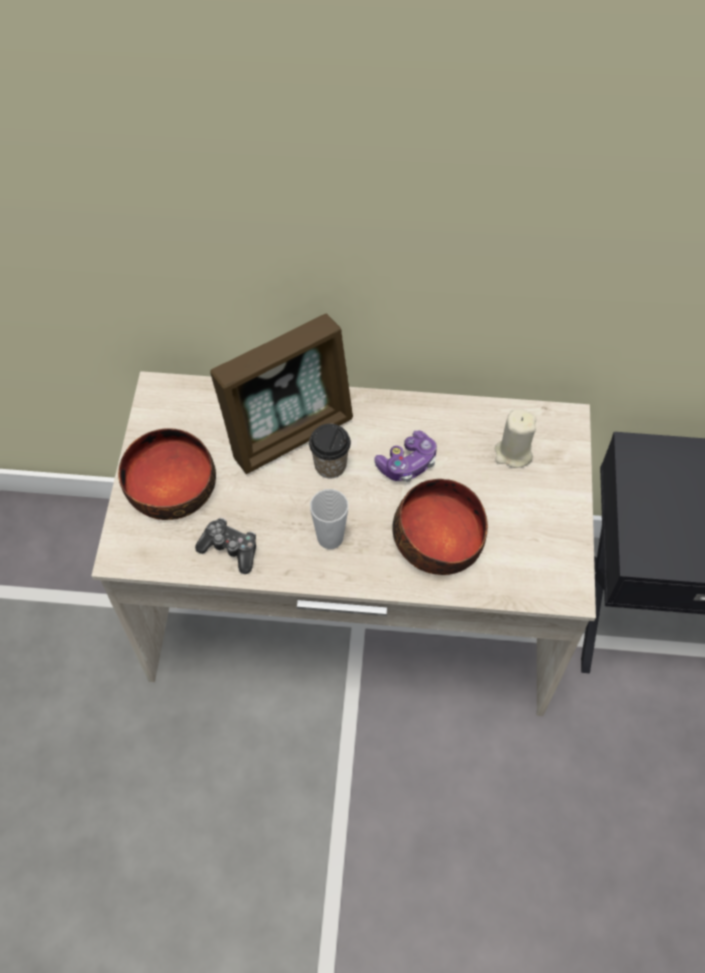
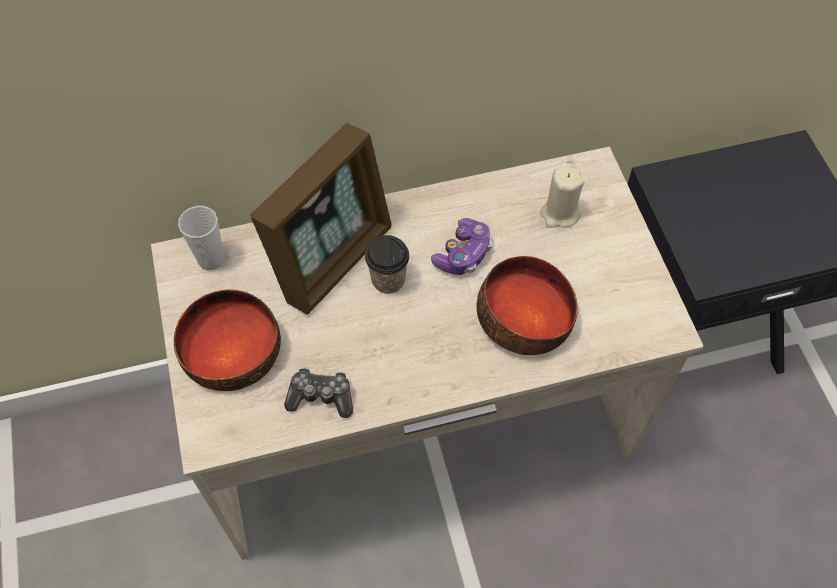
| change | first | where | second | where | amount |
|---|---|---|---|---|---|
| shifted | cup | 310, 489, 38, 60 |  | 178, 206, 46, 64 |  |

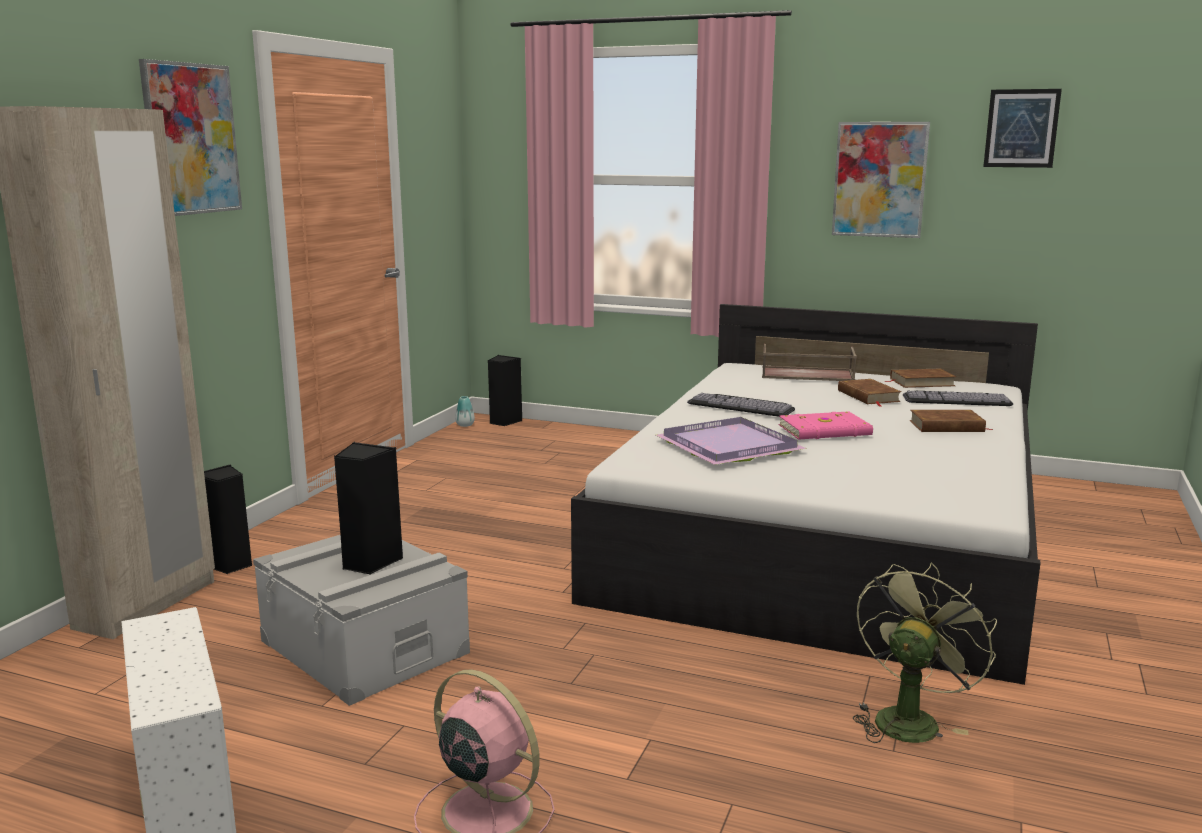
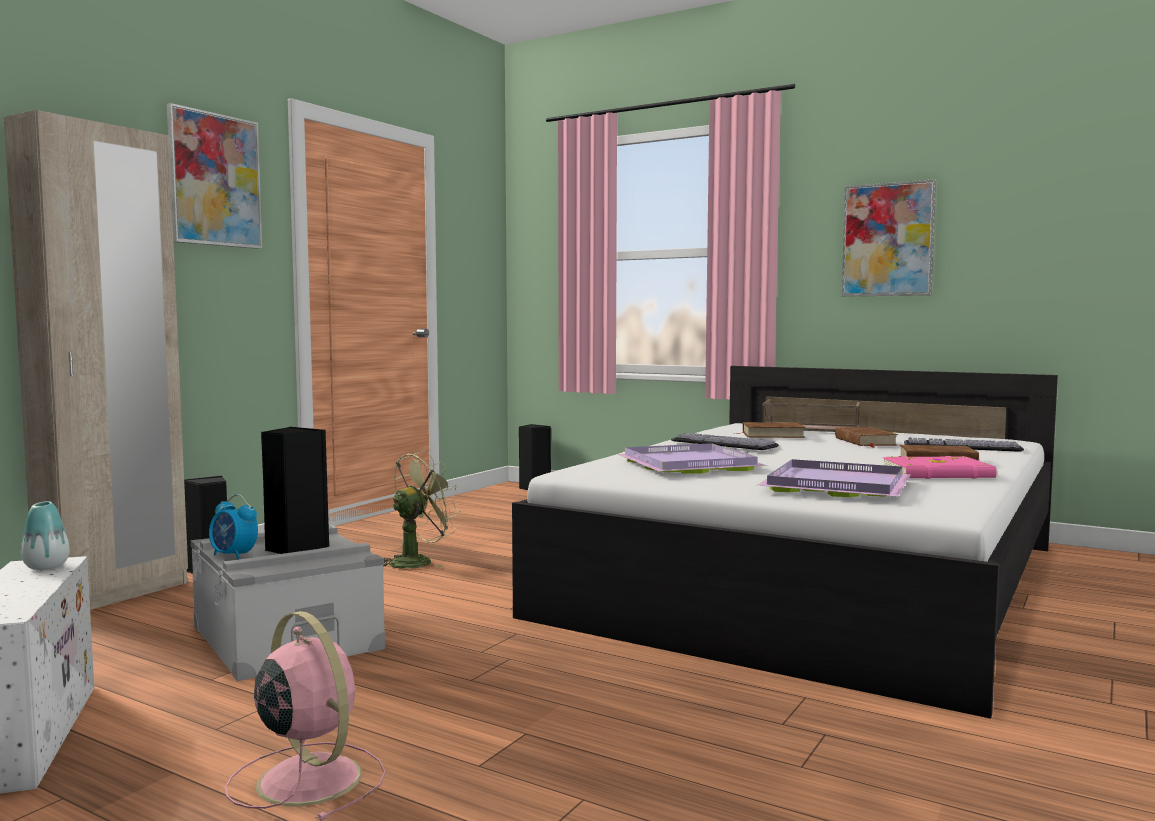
| change | first | where | second | where | amount |
|---|---|---|---|---|---|
| shifted | vase | 455, 396, 20, 31 |  | 21, 501, 49, 69 |  |
| shifted | book (pink) | 779, 412, 94, 28 |  | 883, 456, 114, 23 |  |
| shifted | fan (green) | 853, 562, 144, 181 |  | 383, 450, 78, 119 |  |
| shifted | book (brown) | 885, 368, 71, 20 |  | 734, 422, 71, 16 |  |
| gone | picture | 983, 89, 79, 79 |  |  |  |
| new |  |  | alarm clock | 209, 494, 49, 66 |  |
| new |  |  | tray (purple) | 758, 459, 153, 38 |  |

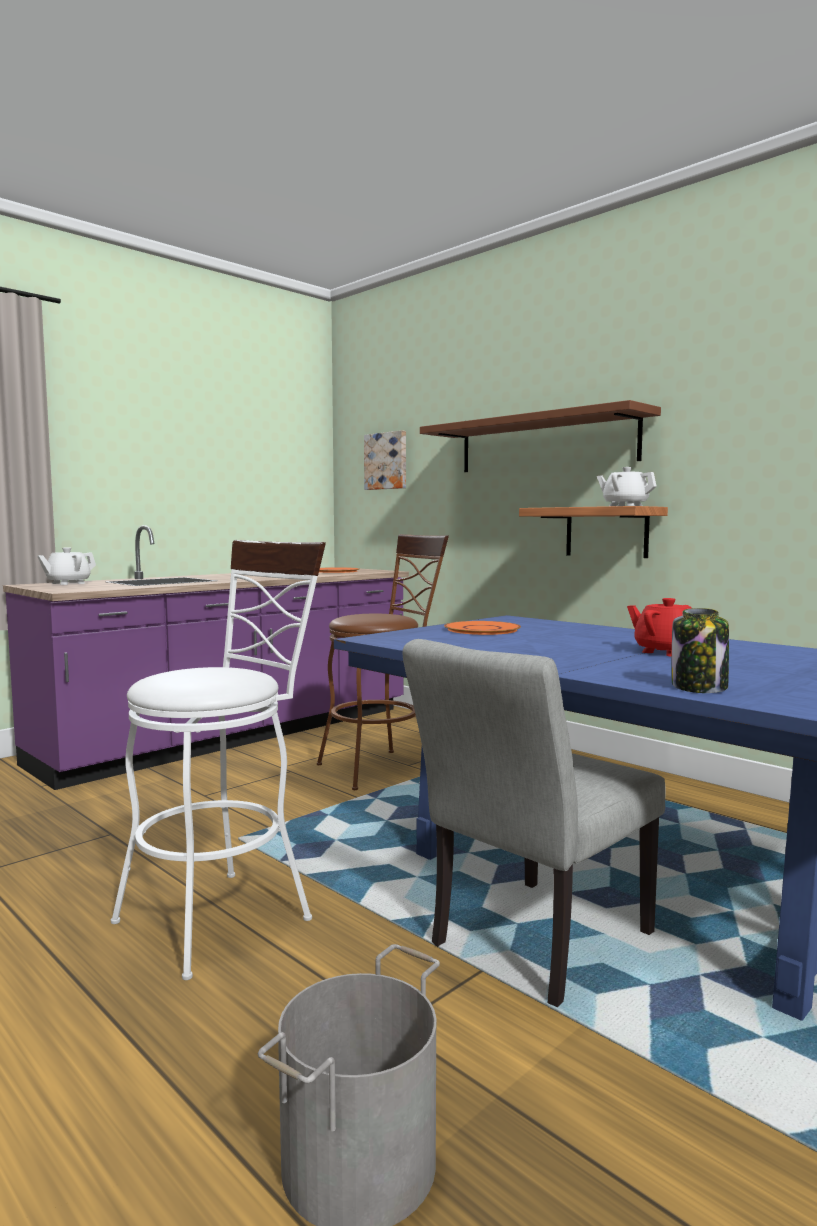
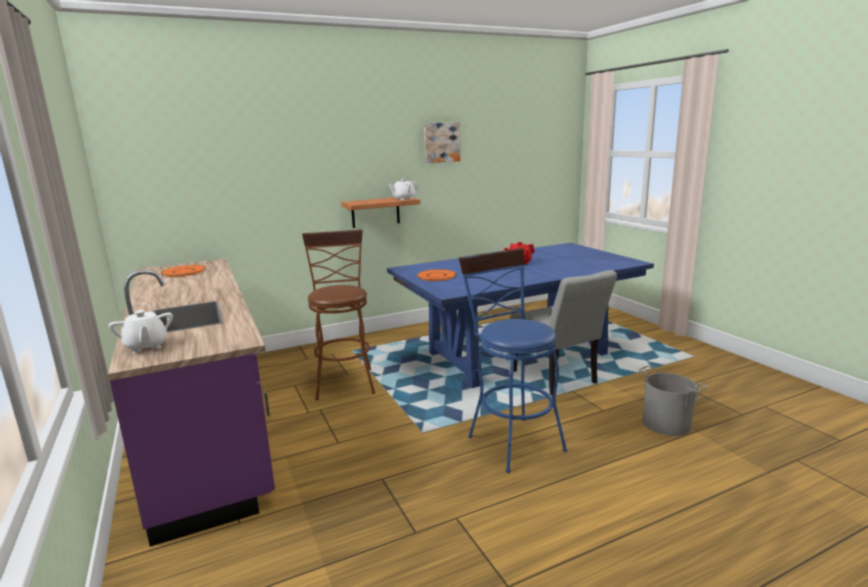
| change | first | where | second | where | amount |
|---|---|---|---|---|---|
| repainted | stool (white) | 111, 540, 215, 440 | stool (blue) | 459, 248, 108, 225 |  |
| shifted | picture | 364, 430, 42, 60 |  | 424, 122, 36, 41 |  |
| gone | shelf (brown) | 420, 400, 241, 72 |  |  |  |
| gone | jar | 672, 608, 57, 85 |  |  |  |

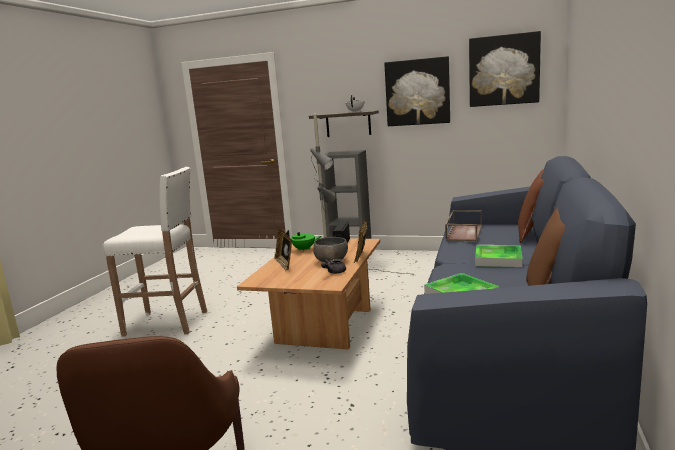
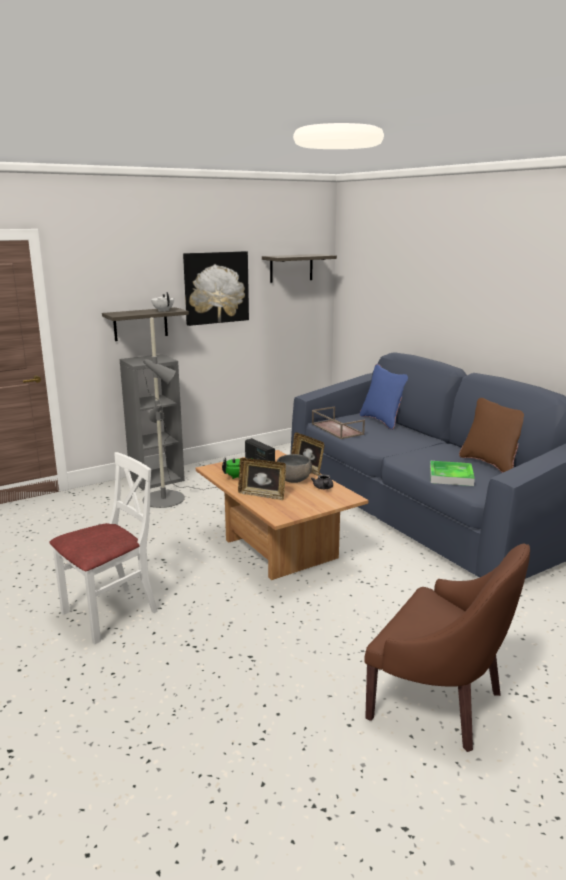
| change | first | where | second | where | amount |
|---|---|---|---|---|---|
| swapped | stool (white) | 103, 167, 104, 170 | chair (white) | 49, 452, 109, 192 |  |
| swapped | picture | 469, 31, 72, 76 | shelf | 262, 254, 75, 29 |  |
| gone | tray | 475, 245, 48, 22 |  |  |  |
| repainted | pillow (brown) | 518, 169, 26, 74 | pillow (blue) | 359, 364, 49, 66 |  |

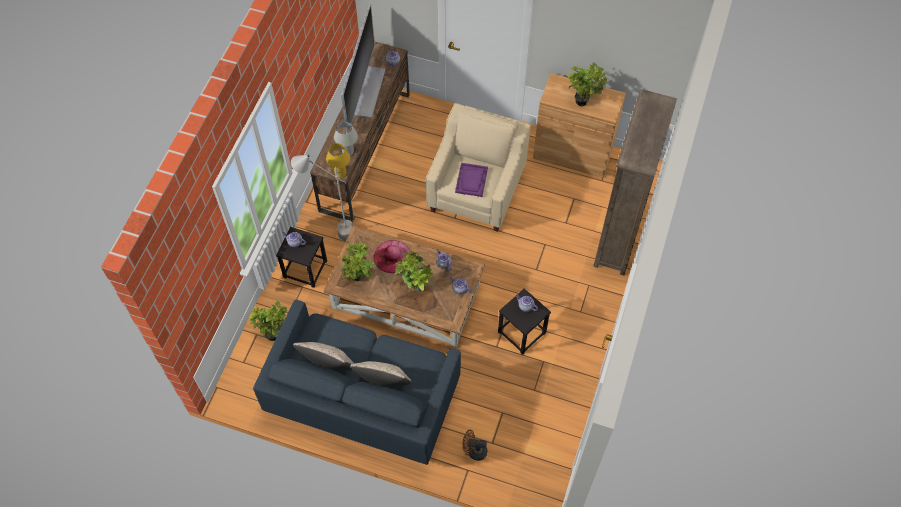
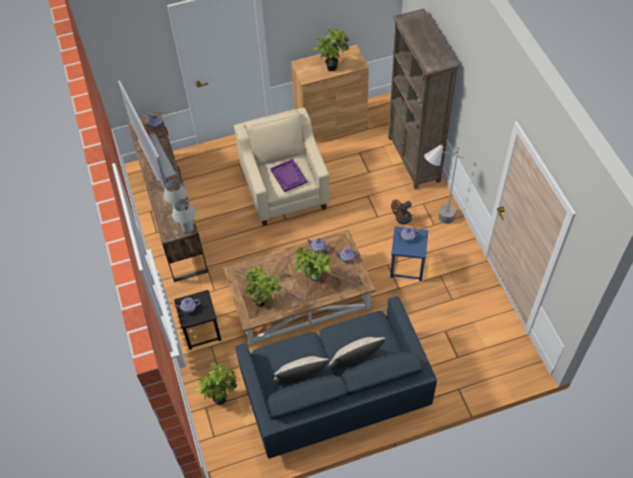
| change | first | where | second | where | amount |
|---|---|---|---|---|---|
| shifted | floor lamp (grey) | 291, 154, 63, 87 |  | 424, 143, 40, 81 |  |
| repainted | table lamp (yellow) | 326, 143, 24, 35 | table lamp (white) | 172, 199, 24, 34 |  |
| gone | hat (pink) | 373, 240, 38, 33 |  |  |  |
| shifted | fan (brown) | 463, 430, 24, 31 |  | 391, 200, 21, 24 |  |
| repainted | stool (black) | 498, 289, 53, 66 | stool (blue) | 390, 227, 38, 54 |  |

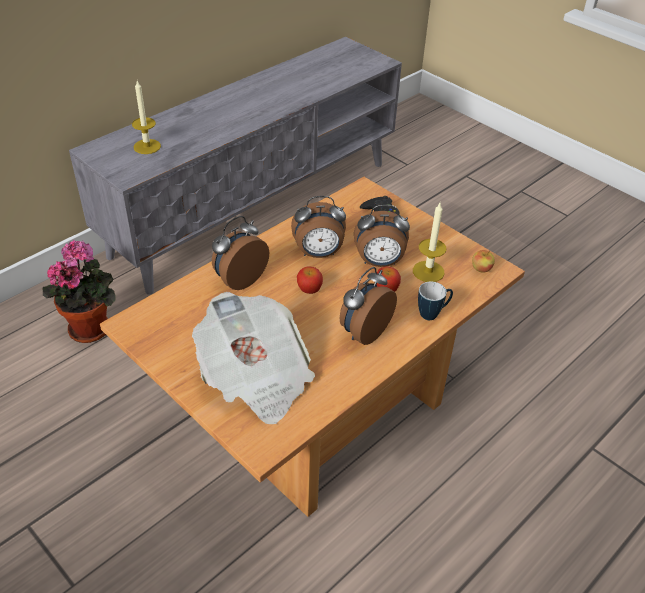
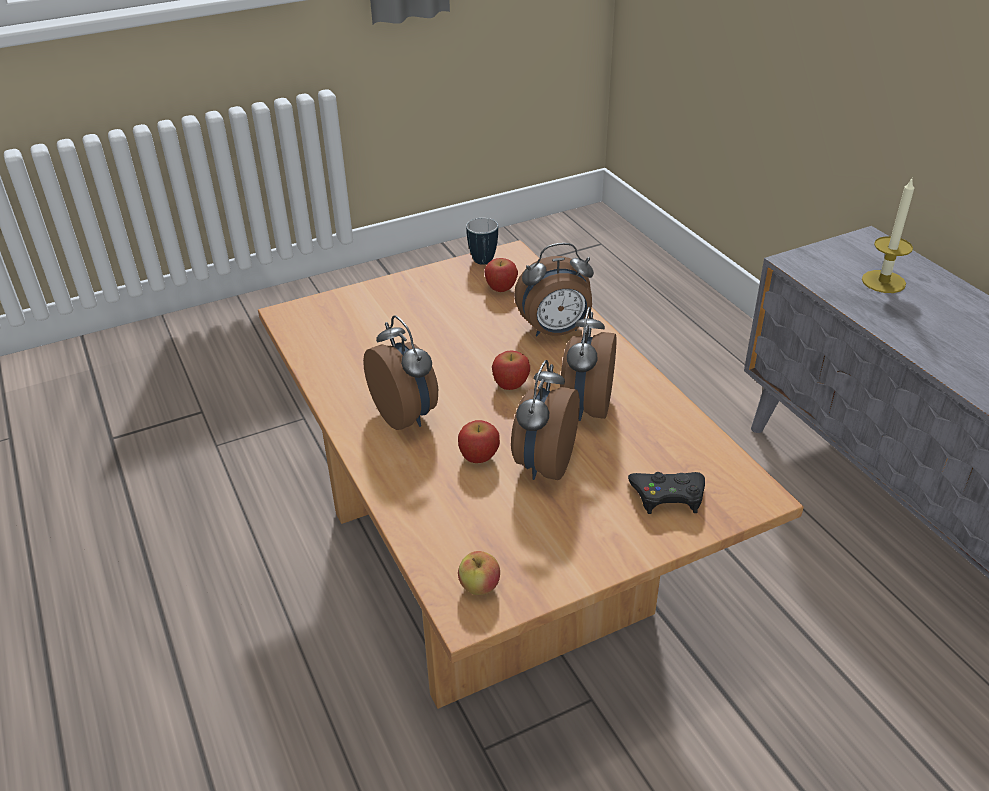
| change | first | where | second | where | amount |
|---|---|---|---|---|---|
| gone | potted plant | 43, 240, 72, 103 |  |  |  |
| gone | newspaper | 192, 292, 123, 132 |  |  |  |
| rotated | alarm clock | 212, 216, 57, 74 |  | 514, 243, 80, 93 | 105 degrees clockwise |
| gone | candle | 413, 203, 33, 79 |  |  |  |
| shifted | mug | 418, 282, 35, 38 |  | 466, 218, 32, 47 |  |
| new |  |  | apple | 484, 258, 34, 34 |  |

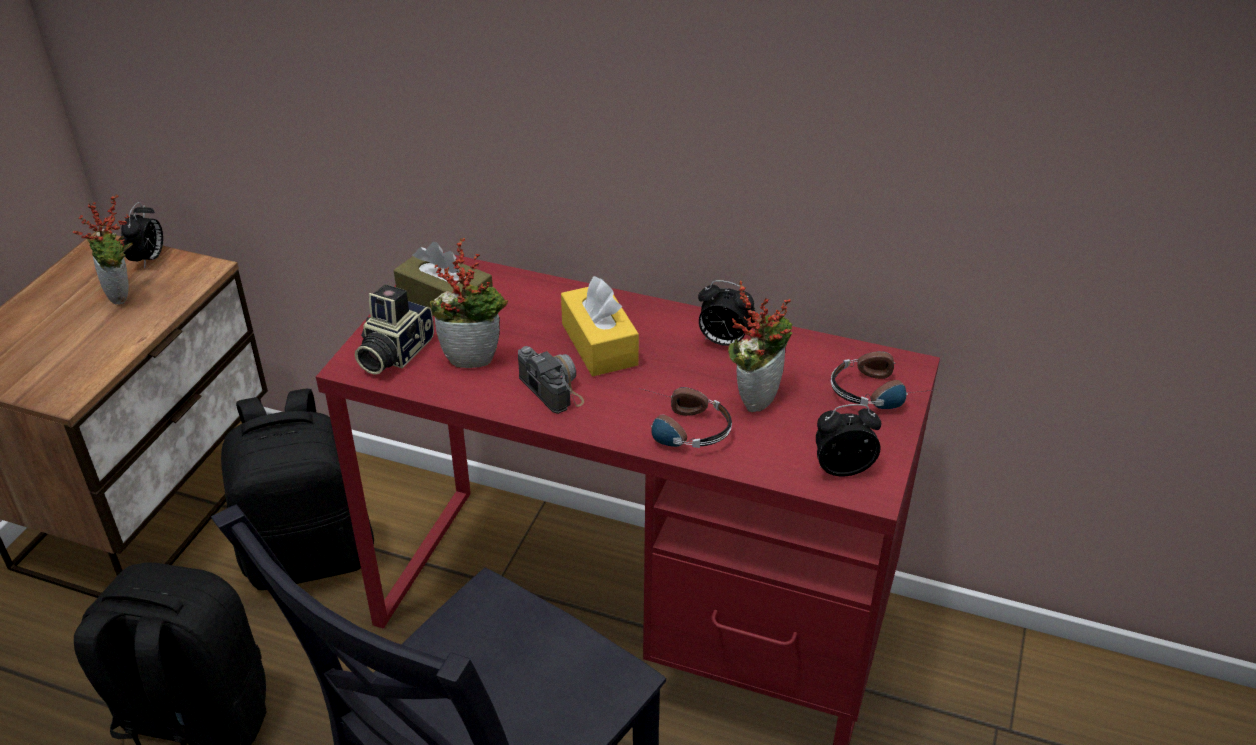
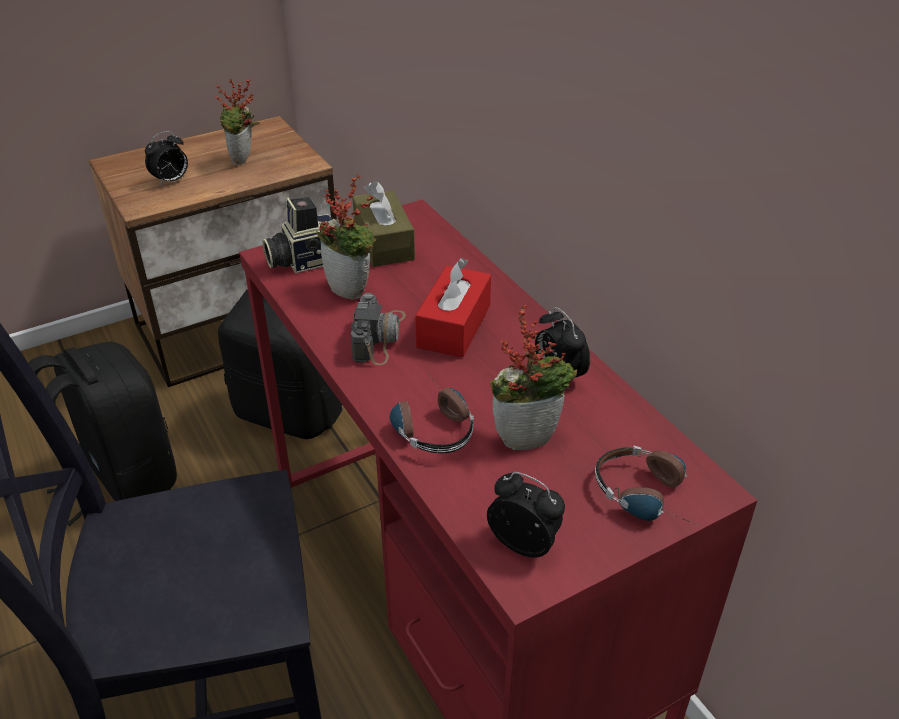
| change | first | where | second | where | amount |
|---|---|---|---|---|---|
| shifted | alarm clock | 121, 202, 42, 67 |  | 145, 131, 43, 54 |  |
| repainted | tissue box (yellow) | 561, 276, 78, 100 | tissue box (red) | 415, 258, 76, 100 |  |

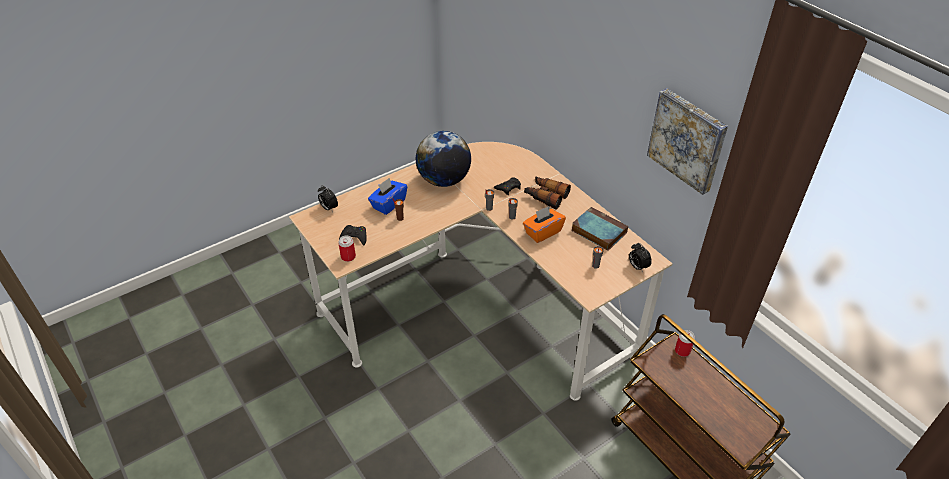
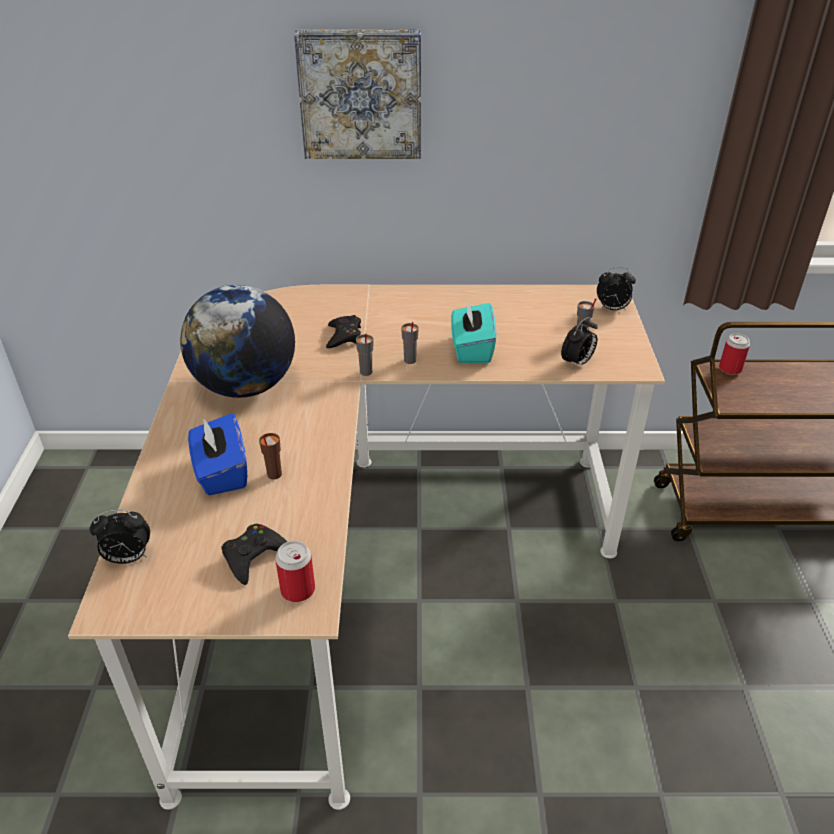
| change | first | where | second | where | amount |
|---|---|---|---|---|---|
| repainted | tissue box (orange) | 523, 206, 43, 37 | tissue box (turquoise) | 451, 299, 45, 64 |  |
| gone | binoculars | 524, 176, 47, 34 |  |  |  |
| gone | book | 571, 207, 57, 44 |  |  |  |
| shifted | picture | 647, 88, 81, 107 |  | 294, 30, 127, 129 |  |
| new |  |  | alarm clock | 561, 317, 36, 52 |  |

